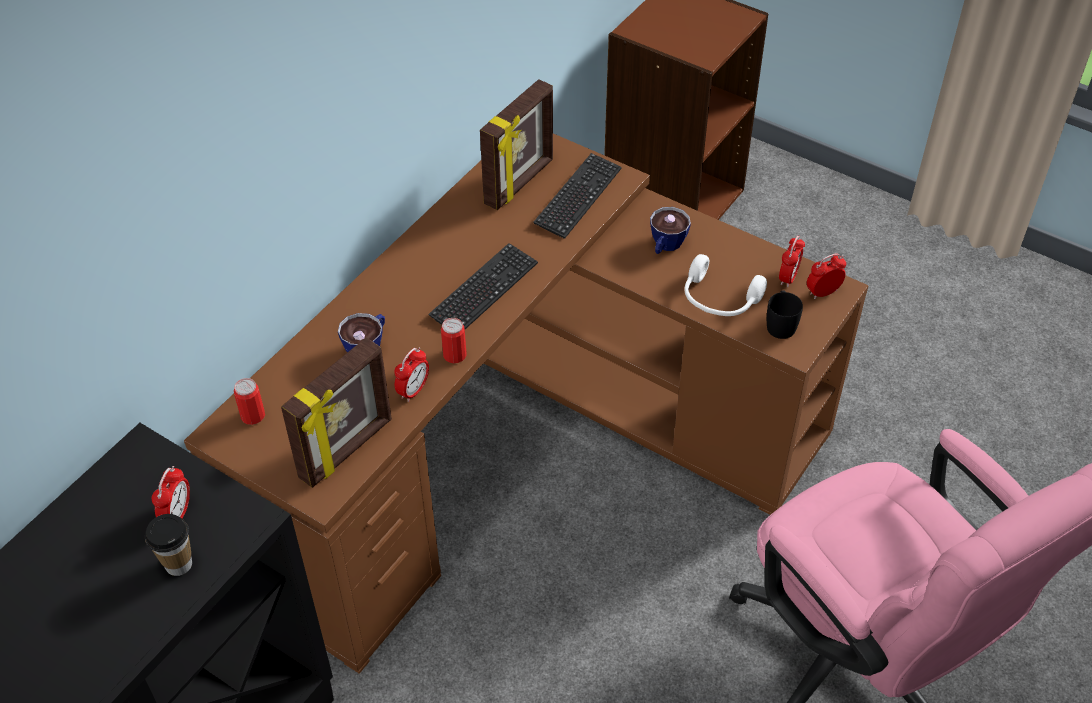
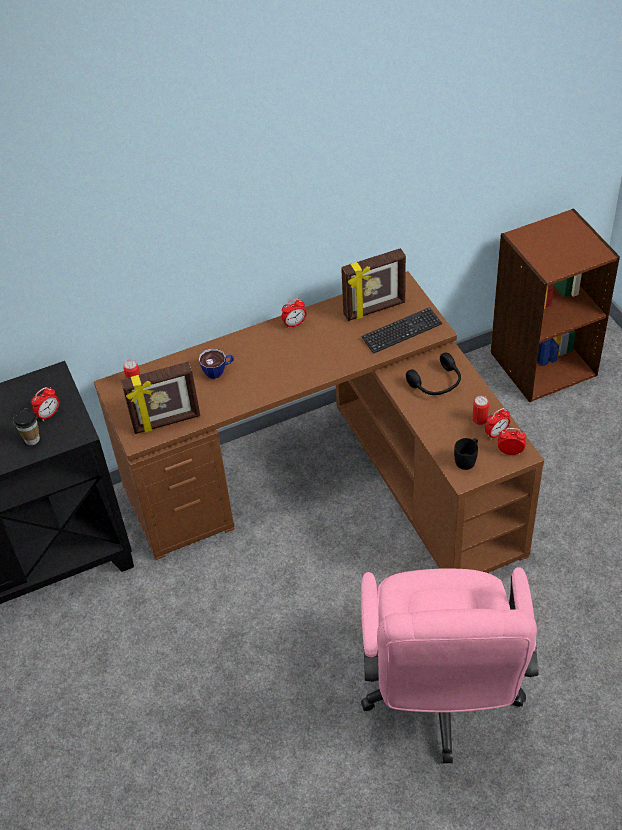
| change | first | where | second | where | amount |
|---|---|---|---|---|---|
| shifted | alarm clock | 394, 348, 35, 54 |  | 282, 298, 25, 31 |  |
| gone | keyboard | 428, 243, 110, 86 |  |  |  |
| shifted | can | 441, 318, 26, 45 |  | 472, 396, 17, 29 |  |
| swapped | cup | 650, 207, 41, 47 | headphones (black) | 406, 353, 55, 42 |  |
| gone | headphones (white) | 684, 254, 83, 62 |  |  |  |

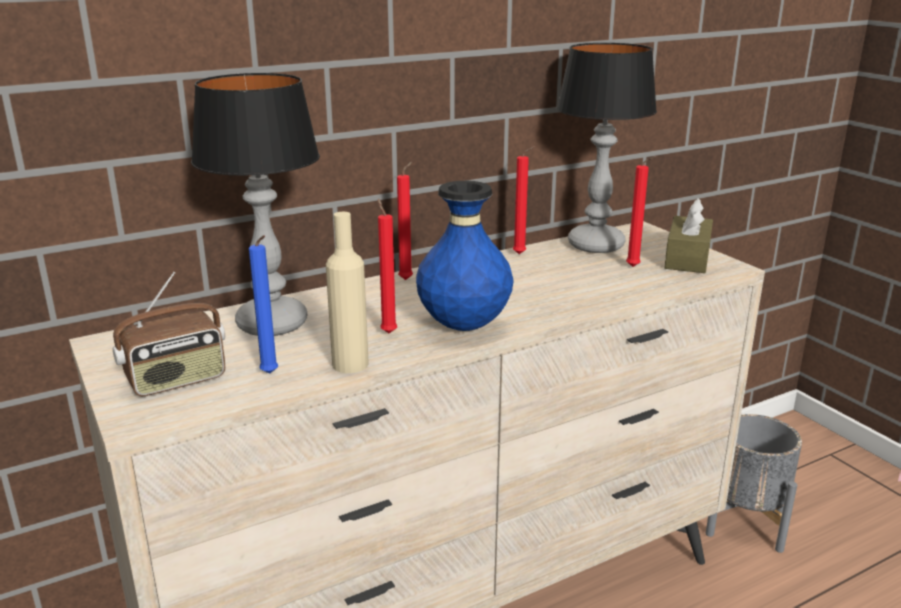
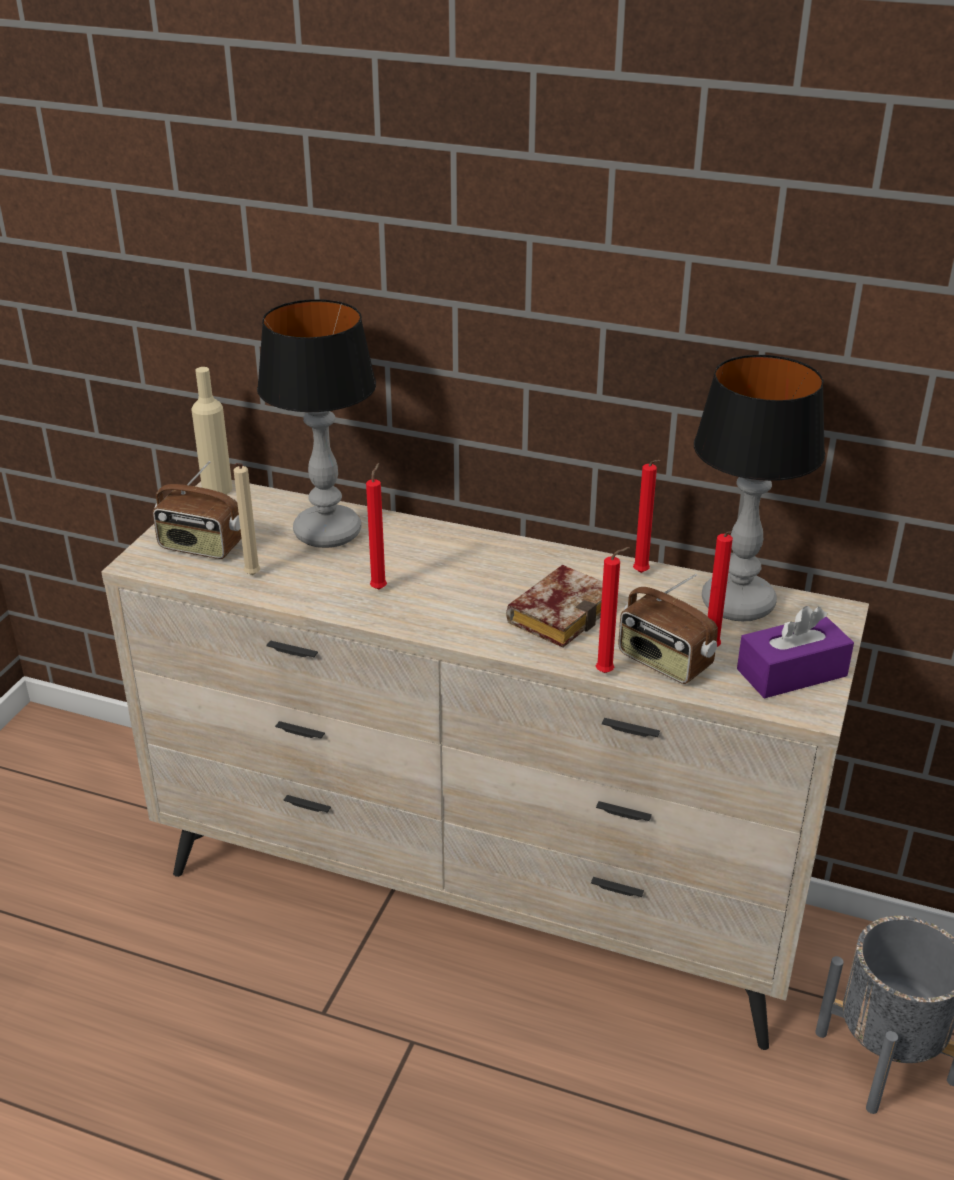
| change | first | where | second | where | amount |
|---|---|---|---|---|---|
| repainted | candle (blue) | 249, 235, 29, 139 | candle (beige) | 234, 463, 26, 112 |  |
| shifted | bottle (beige) | 326, 212, 43, 161 |  | 191, 367, 41, 127 |  |
| shifted | candle (red) | 397, 162, 16, 118 |  | 596, 547, 34, 126 |  |
| gone | vase (blue) | 416, 181, 98, 150 |  |  |  |
| repainted | tissue box (brown) | 664, 198, 49, 75 | tissue box (purple) | 737, 606, 117, 92 |  |
| new |  |  | book | 506, 565, 97, 83 |  |
| new |  |  | radio | 618, 574, 100, 110 |  |

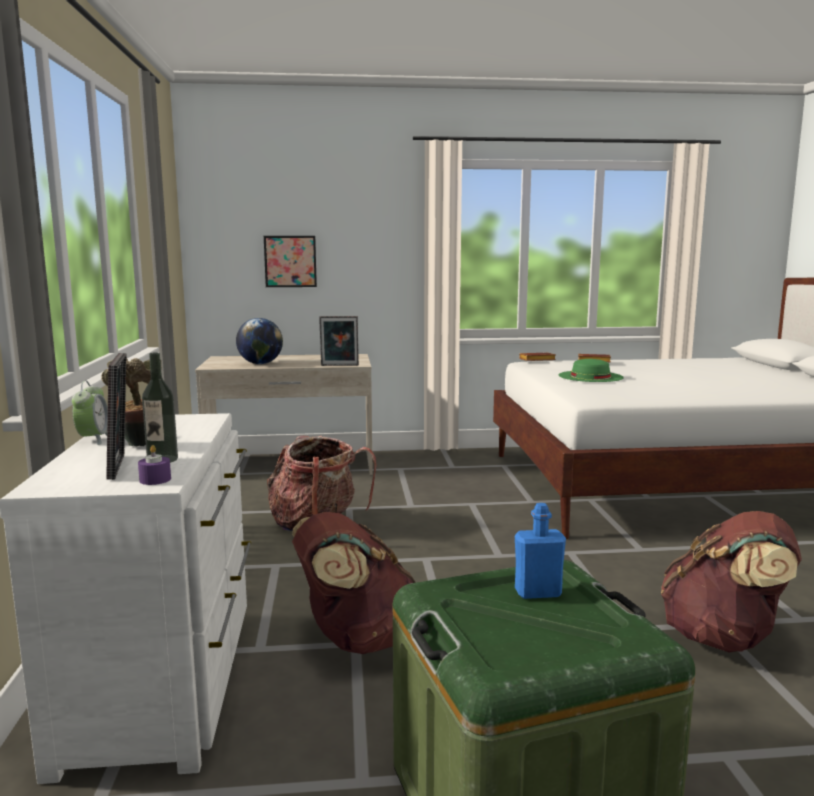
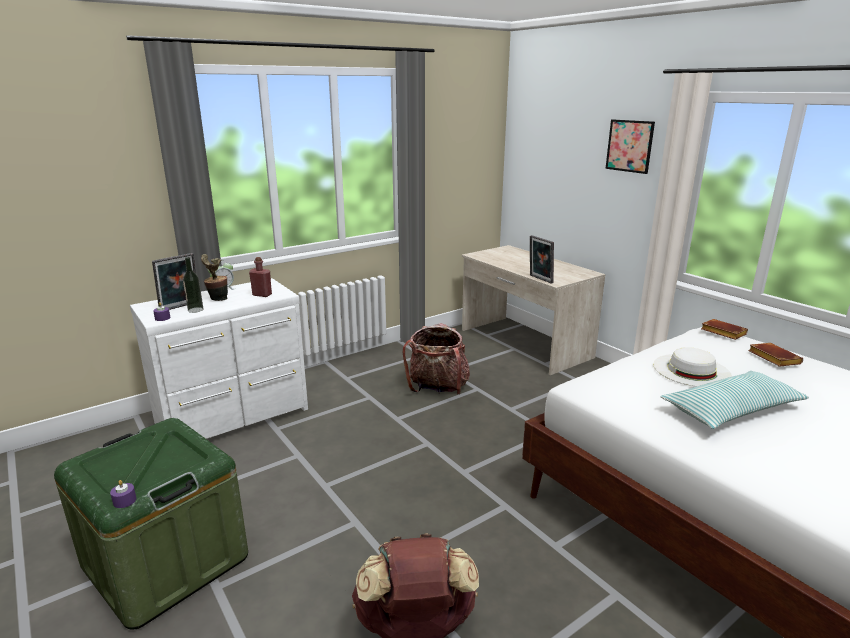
| change | first | where | second | where | amount |
|---|---|---|---|---|---|
| gone | globe | 236, 318, 47, 46 |  |  |  |
| shifted | picture | 264, 236, 53, 51 |  | 605, 119, 50, 55 |  |
| gone | backpack (brown) | 292, 512, 124, 142 |  |  |  |
| gone | bottle (blue) | 515, 503, 51, 96 |  |  |  |
| repainted | hat (green) | 559, 359, 65, 23 | hat (white) | 653, 347, 79, 40 |  |
| new |  |  | candle (purple) | 110, 480, 26, 28 |  |
| new |  |  | bottle (red) | 249, 257, 23, 40 |  |
| new |  |  | pillow | 661, 371, 148, 58 |  |

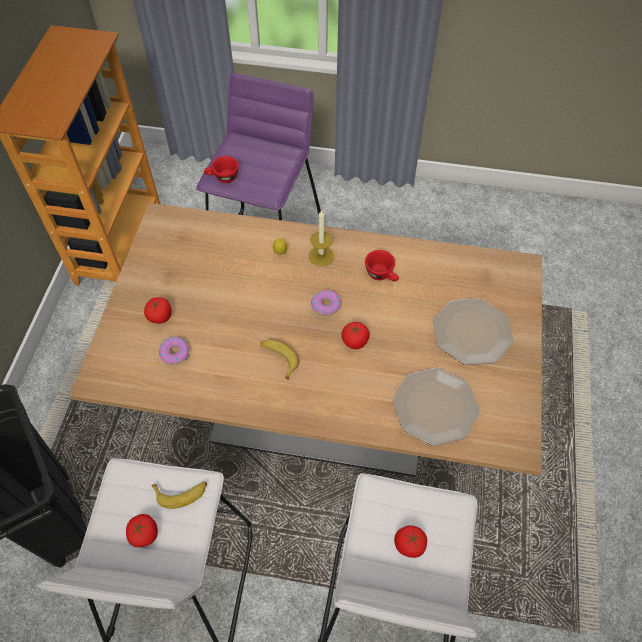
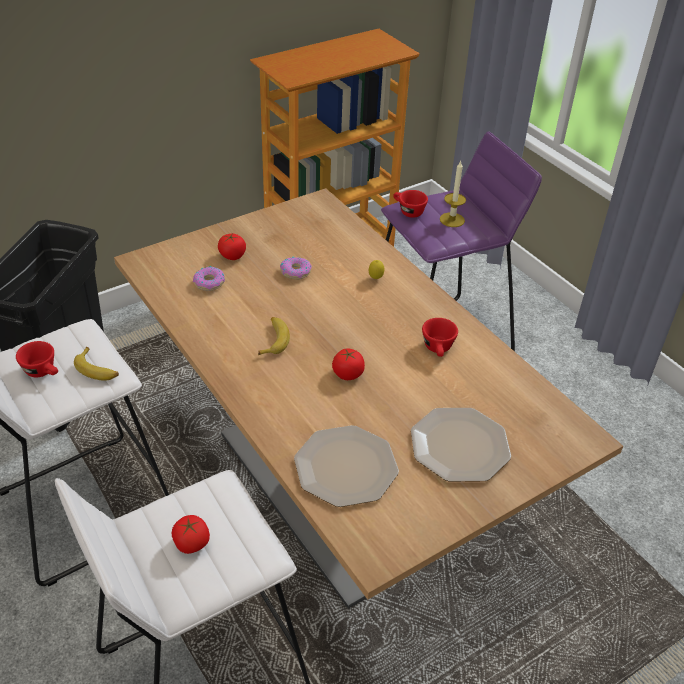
| change | first | where | second | where | amount |
|---|---|---|---|---|---|
| swapped | tomato | 126, 514, 32, 33 | cup (red) | 16, 341, 42, 37 |  |
| shifted | candle | 309, 209, 25, 57 |  | 440, 161, 26, 66 |  |
| shifted | donut | 311, 290, 30, 26 |  | 280, 257, 32, 23 |  |

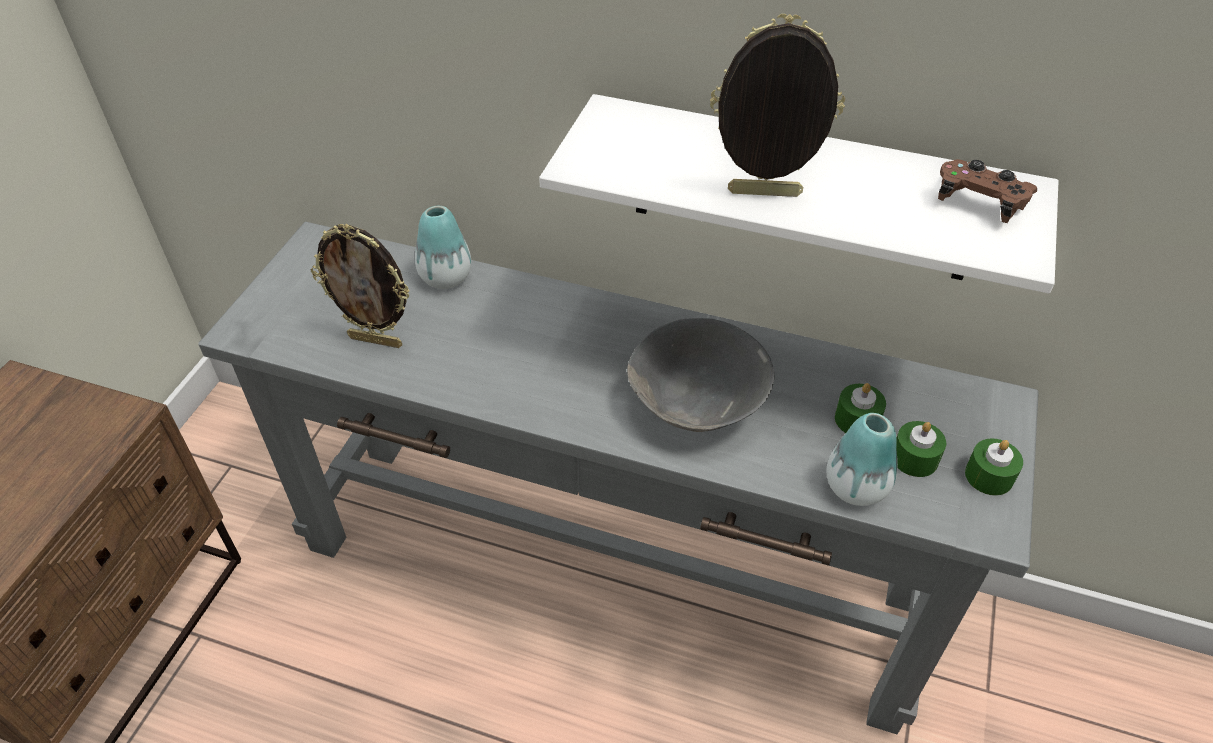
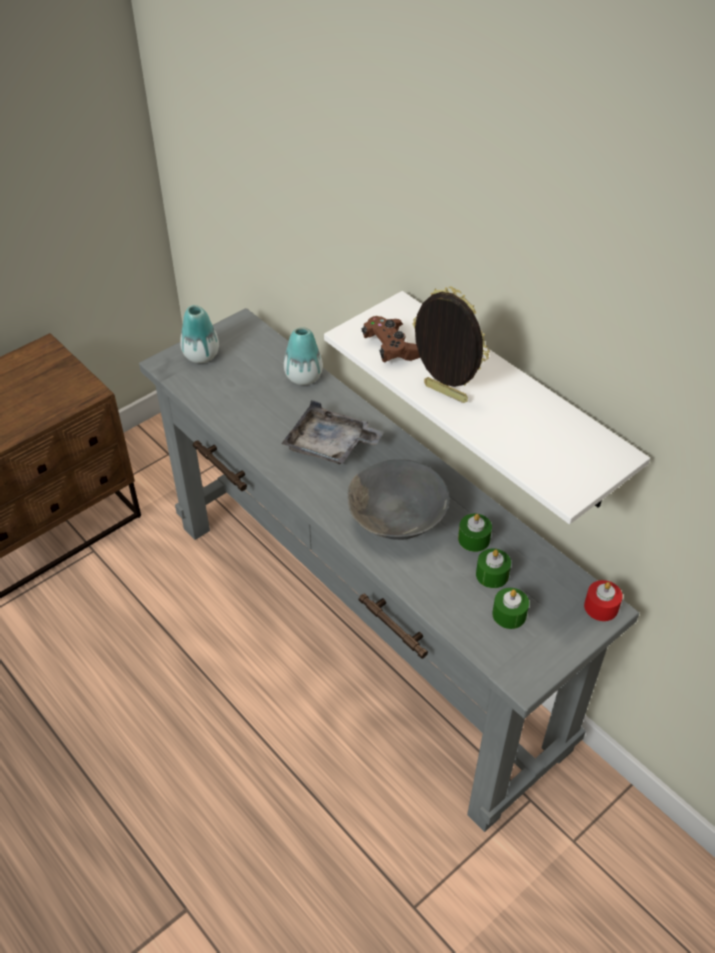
| change | first | where | second | where | amount |
|---|---|---|---|---|---|
| gone | picture frame | 311, 223, 99, 125 |  |  |  |
| shifted | vase | 826, 413, 72, 93 |  | 180, 305, 39, 58 |  |
| shifted | game controller (brown) | 938, 159, 99, 64 |  | 362, 316, 58, 47 |  |
| shifted | candle (green) | 965, 439, 58, 57 |  | 458, 514, 34, 38 |  |
| new |  |  | tray (grey) | 281, 400, 103, 64 |  |
| new |  |  | candle (red) | 584, 580, 39, 41 |  |

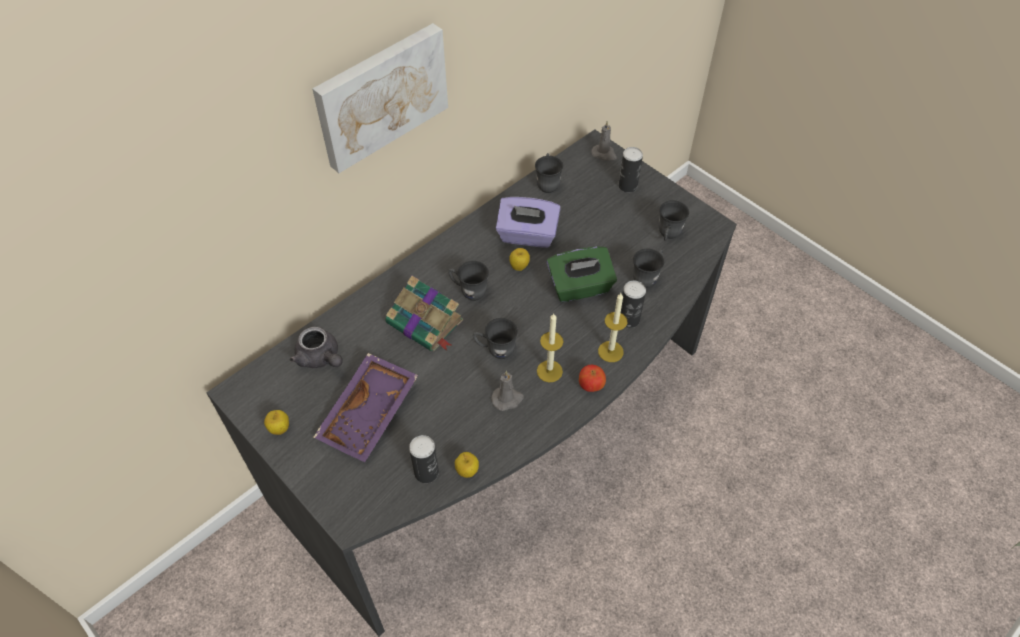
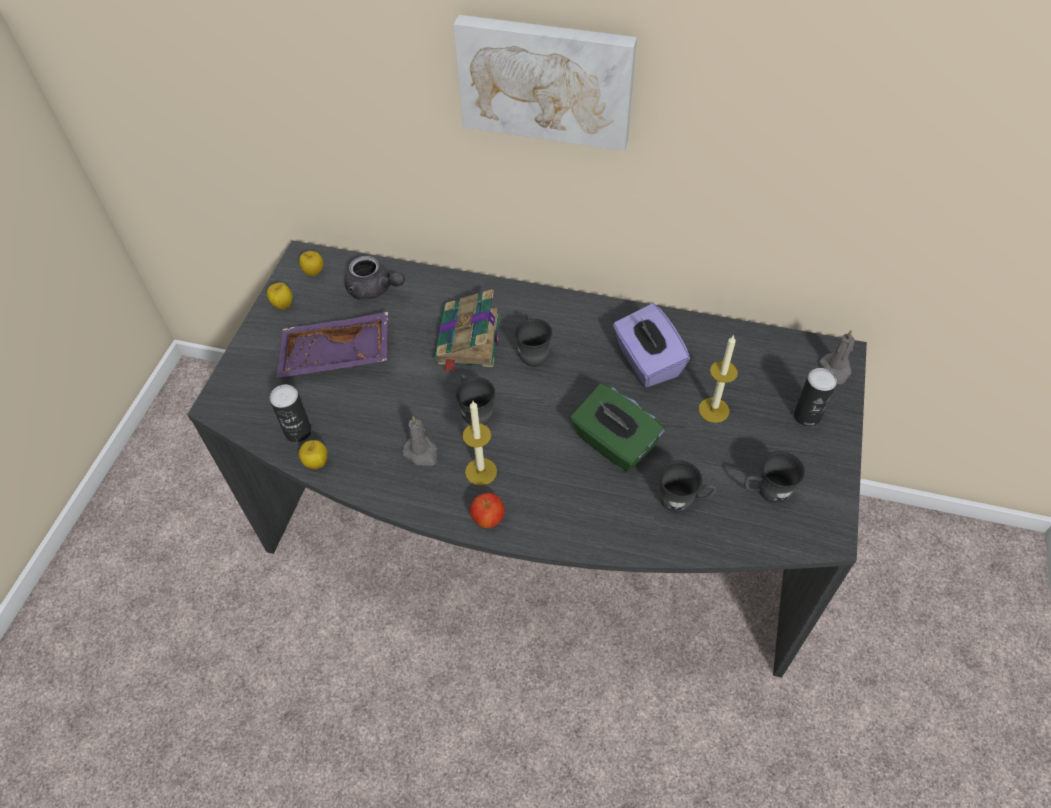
| change | first | where | second | where | amount |
|---|---|---|---|---|---|
| rotated | teapot (grey) | 290, 327, 53, 41 |  | 345, 256, 60, 43 | 75 degrees counterclockwise |
| shifted | apple | 509, 248, 21, 23 |  | 299, 251, 24, 25 |  |
| gone | mug (grey) | 535, 153, 28, 40 |  |  |  |
| shifted | candle | 598, 293, 30, 69 |  | 698, 335, 40, 88 |  |
| gone | can | 621, 280, 25, 48 |  |  |  |

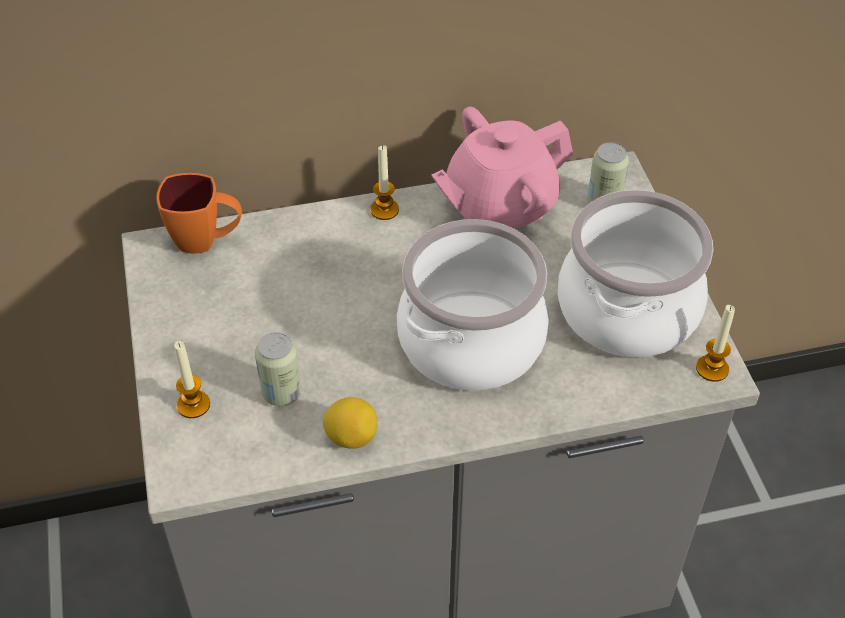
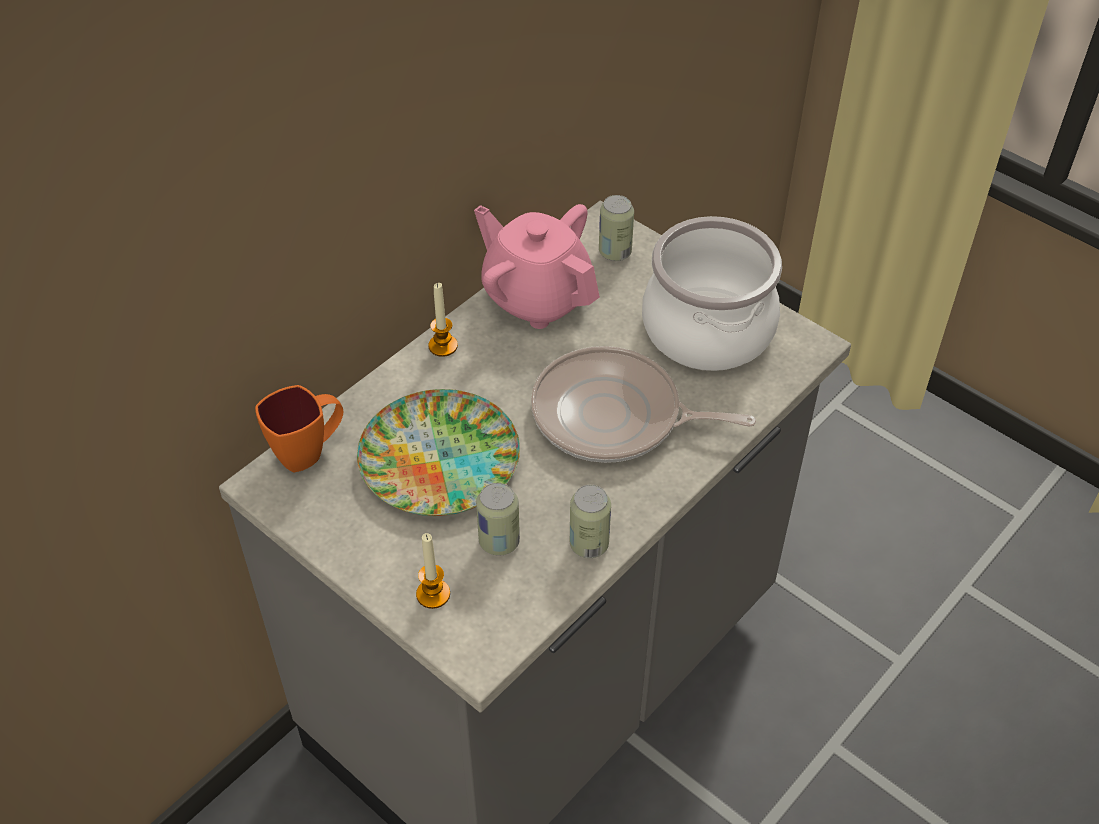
| change | first | where | second | where | amount |
|---|---|---|---|---|---|
| swapped | lemon | 323, 397, 54, 52 | can | 570, 485, 41, 73 |  |
| swapped | cooking pot | 397, 219, 152, 172 | frying pan | 531, 346, 225, 117 |  |
| rotated | teapot (pink) | 431, 107, 142, 122 |  | 474, 204, 126, 125 | 105 degrees clockwise |
| gone | candle | 696, 305, 39, 77 |  |  |  |
| new |  |  | plate | 357, 389, 163, 127 |  |

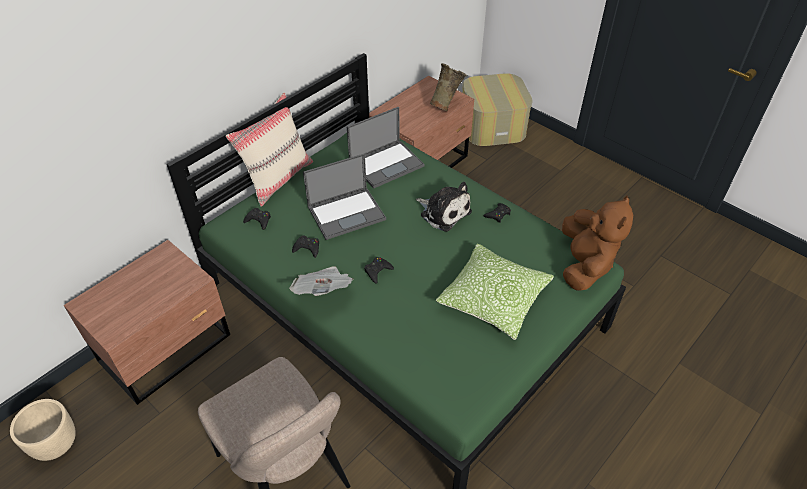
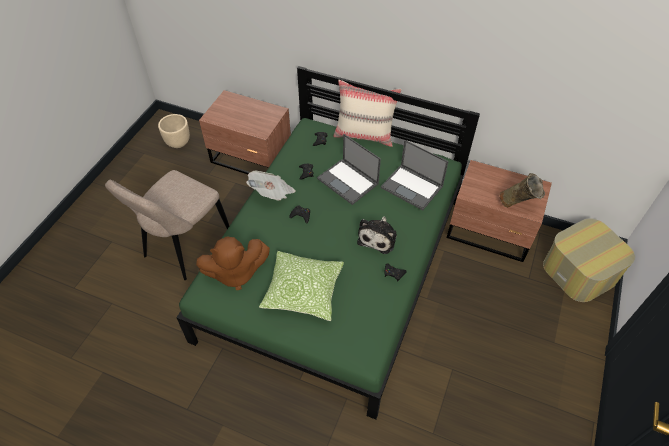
| change | first | where | second | where | amount |
|---|---|---|---|---|---|
| shifted | plush toy (brown) | 562, 196, 71, 95 |  | 196, 236, 74, 54 |  |

